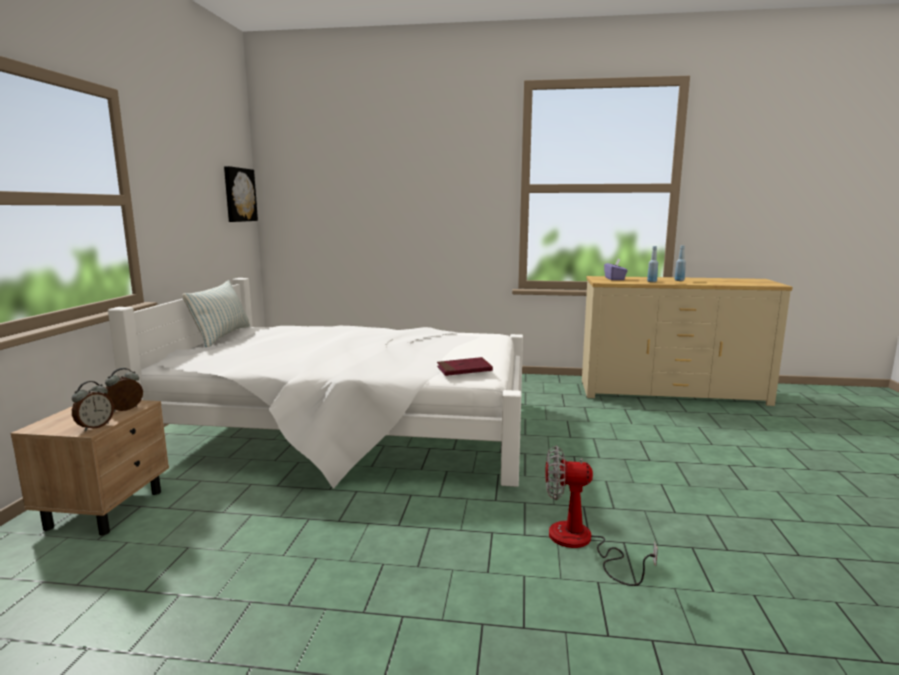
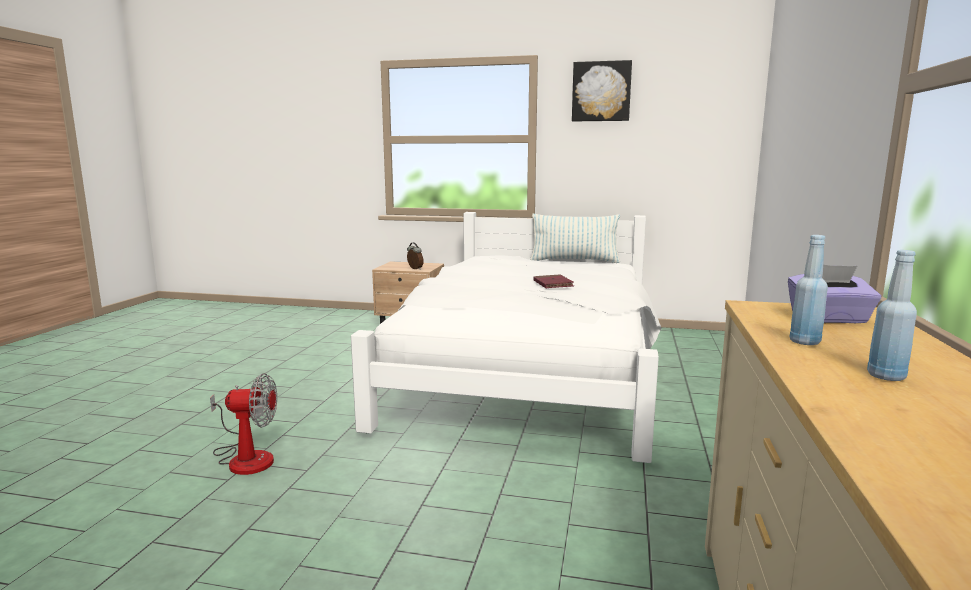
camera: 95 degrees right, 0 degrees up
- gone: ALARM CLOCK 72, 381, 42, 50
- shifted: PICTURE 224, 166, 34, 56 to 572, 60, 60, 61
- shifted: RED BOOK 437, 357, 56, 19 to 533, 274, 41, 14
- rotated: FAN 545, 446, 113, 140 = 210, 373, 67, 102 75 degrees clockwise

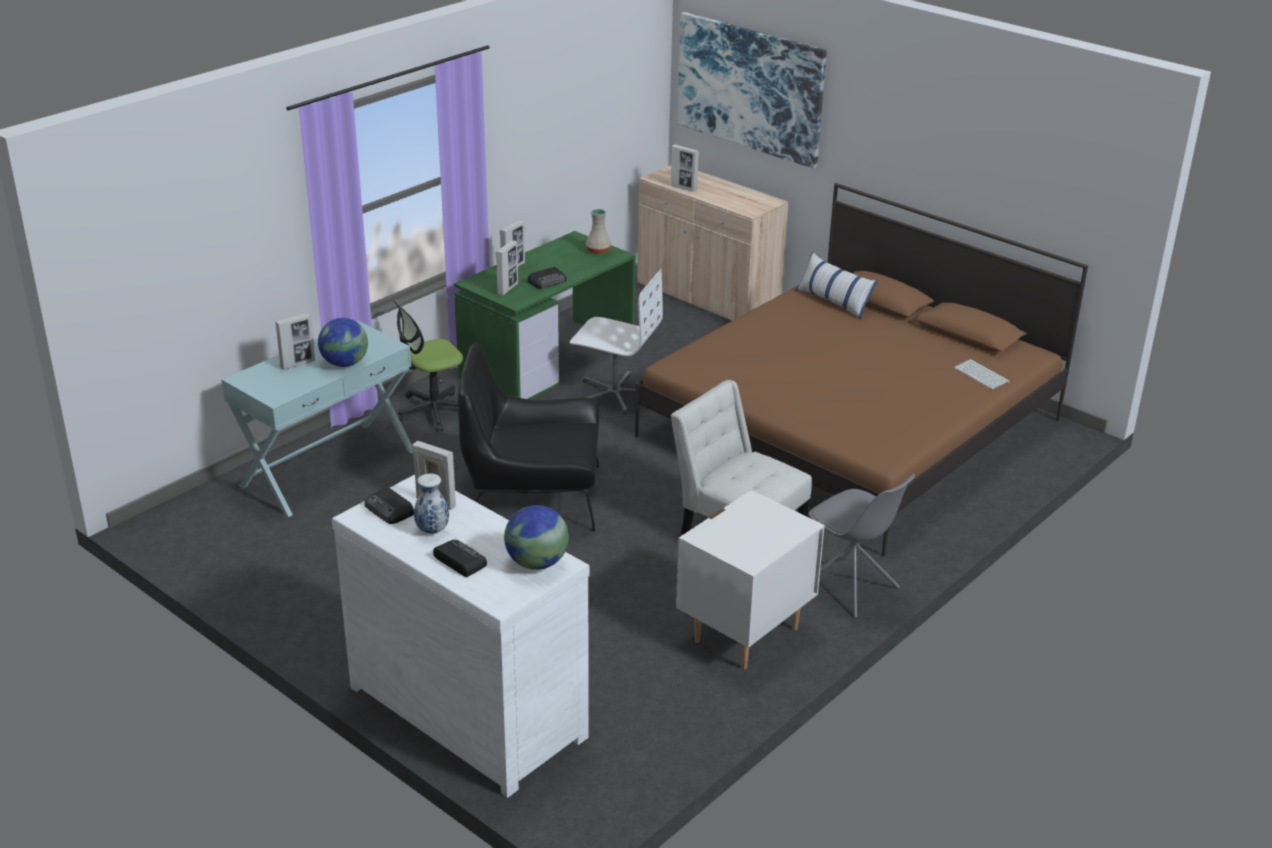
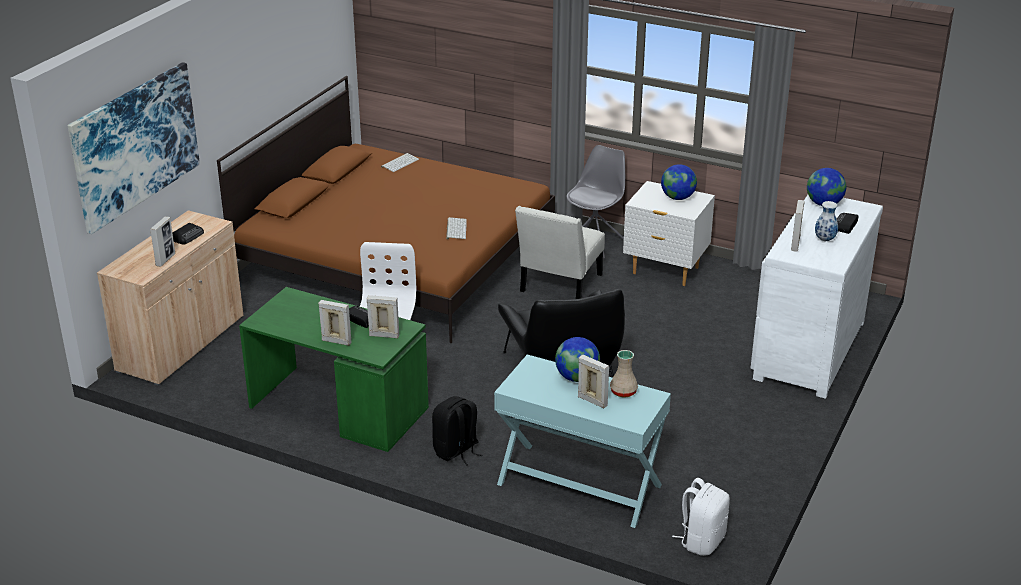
camera: 105 degrees left, 0 degrees up
- shifted: RADIO 365, 487, 49, 37 to 173, 223, 31, 22
- swapped: OFFICE CHAIR 393, 299, 70, 133 to BLACK BACKPACK 432, 396, 50, 70
- shifted: BEIGE VASE 586, 209, 25, 45 to 610, 350, 28, 48
- gone: PILLOW 796, 252, 82, 68
- new: KEYBOARD 446, 217, 21, 22
- new: GLOBE 661, 164, 36, 36
- new: WHITE BACKPACK 672, 478, 58, 78

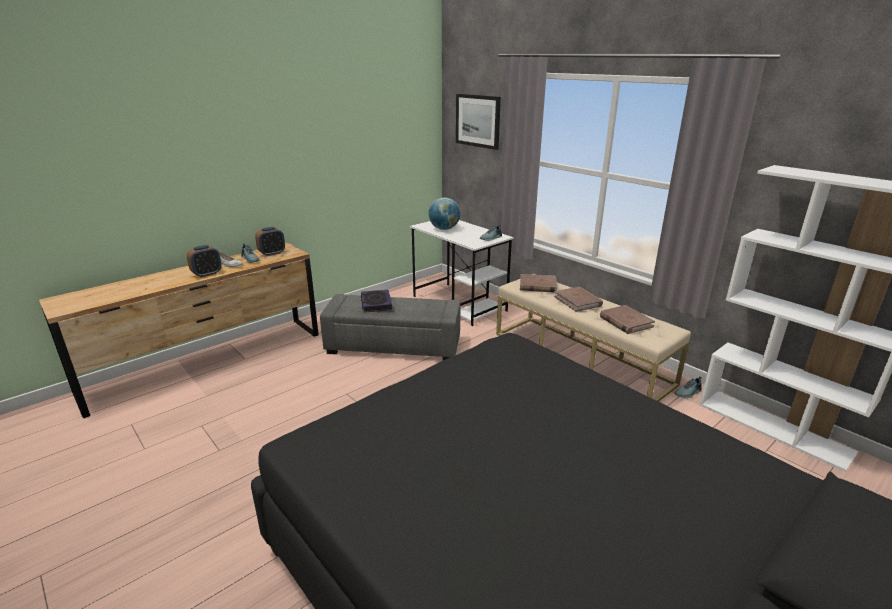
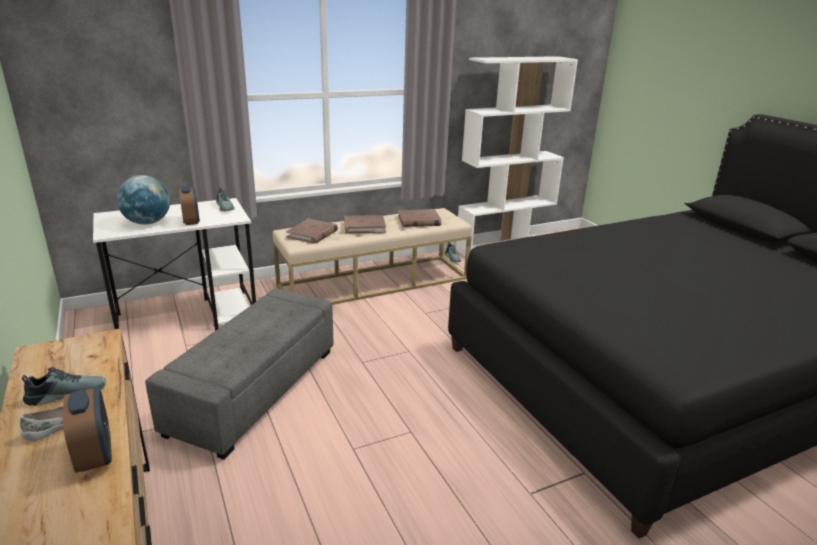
camera: 75 degrees left, 0 degrees up
- shifted: ALARM CLOCK 255, 227, 30, 29 to 179, 186, 21, 39
- gone: BOOK 361, 290, 31, 22
- gone: PICTURE 456, 94, 45, 56

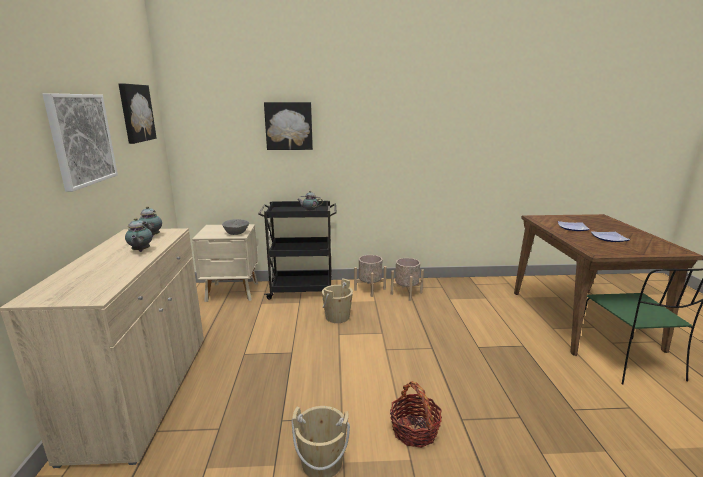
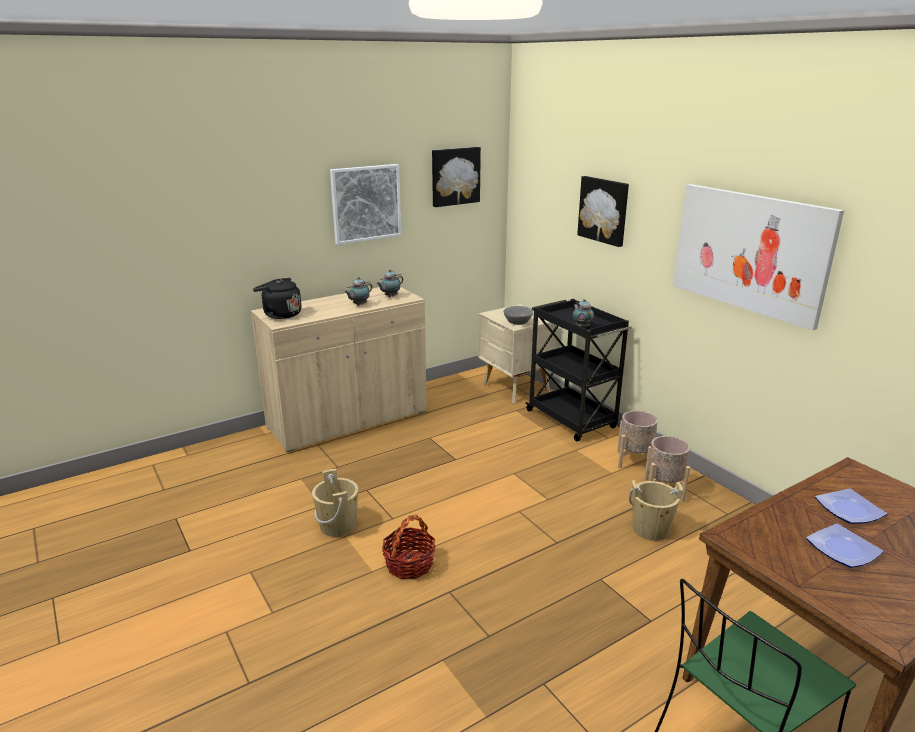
camera: 60 degrees right, 5 degrees up
- shifted: BEIGE BUCKET 322, 278, 31, 45 to 629, 480, 54, 61
- new: BLACK KETTLE 253, 278, 48, 41
- new: PICTURE 673, 184, 171, 146

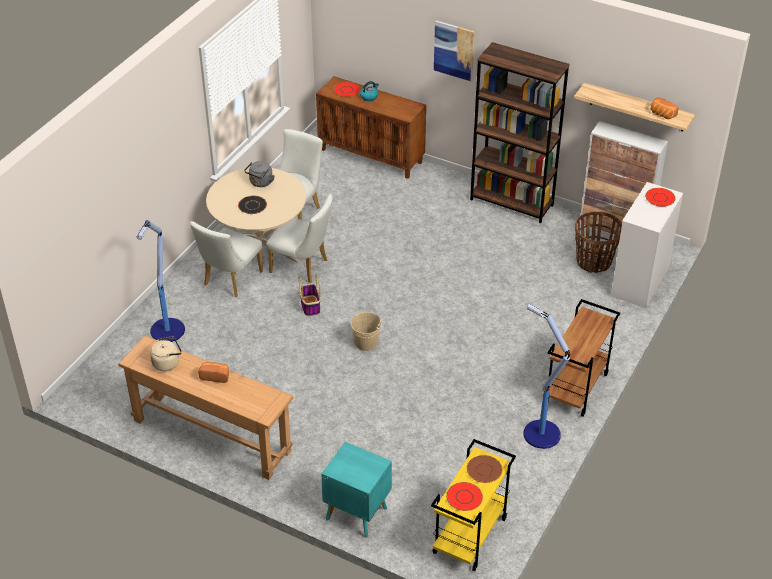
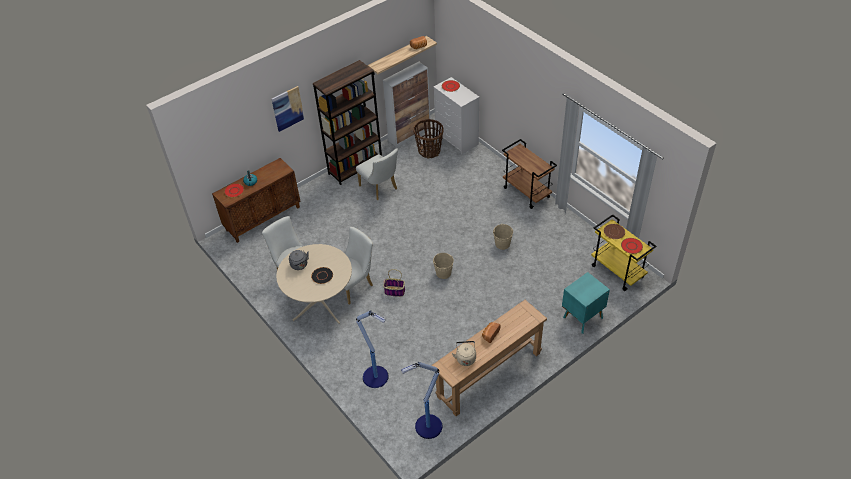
camera: 65 degrees left, 5 degrees up
- shifted: WHITE CHAIR 190, 221, 73, 76 to 356, 149, 42, 51
- shifted: FLOOR LAMP 523, 304, 47, 145 to 401, 362, 41, 77
- new: BEIGE BUCKET 493, 224, 21, 26

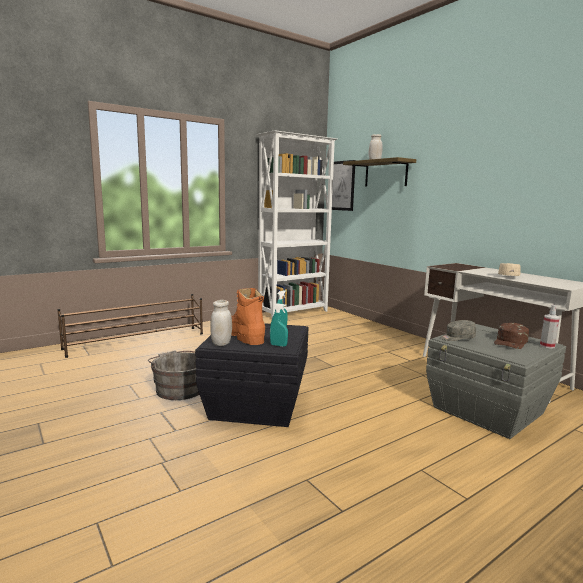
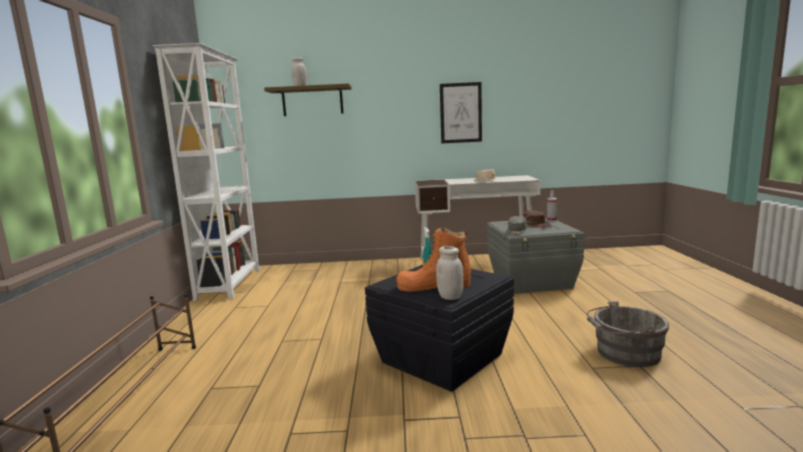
camera: 55 degrees left, 0 degrees up
- shifted: GREY BUCKET 148, 351, 51, 49 to 587, 301, 82, 66
- gone: TURQUOISE SPRAY BOTTLE 270, 303, 18, 44
- shifted: PICTURE 332, 160, 24, 51 to 440, 82, 42, 61

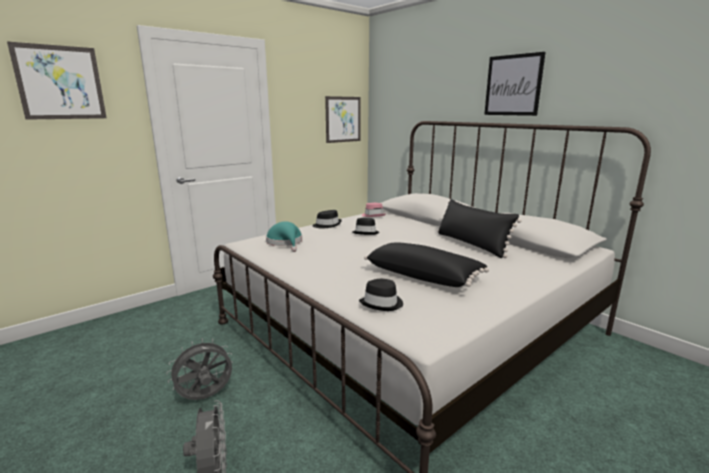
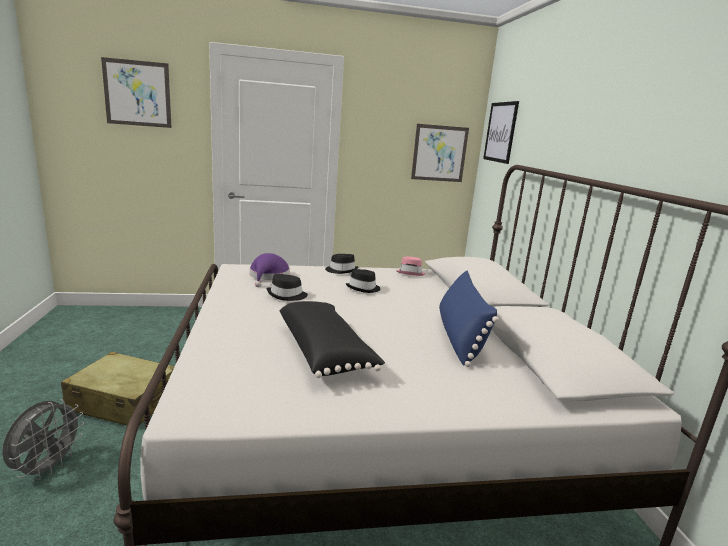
camera: 30 degrees right, 0 degrees up
- swapped: GREY FAN 166, 338, 67, 62 to BEIGE SUITCASE 61, 352, 114, 74
- repainted: TURQUOISE HAT 266, 221, 36, 31 to PURPLE HAT 250, 253, 40, 34
- shifted: BLACK HAT 359, 279, 44, 32 to 266, 274, 42, 27
- repainted: BLACK PILLOW 437, 199, 84, 59 to BLUE PILLOW 439, 270, 60, 97
- shifted: PICTURE 484, 52, 62, 64 to 483, 101, 36, 63

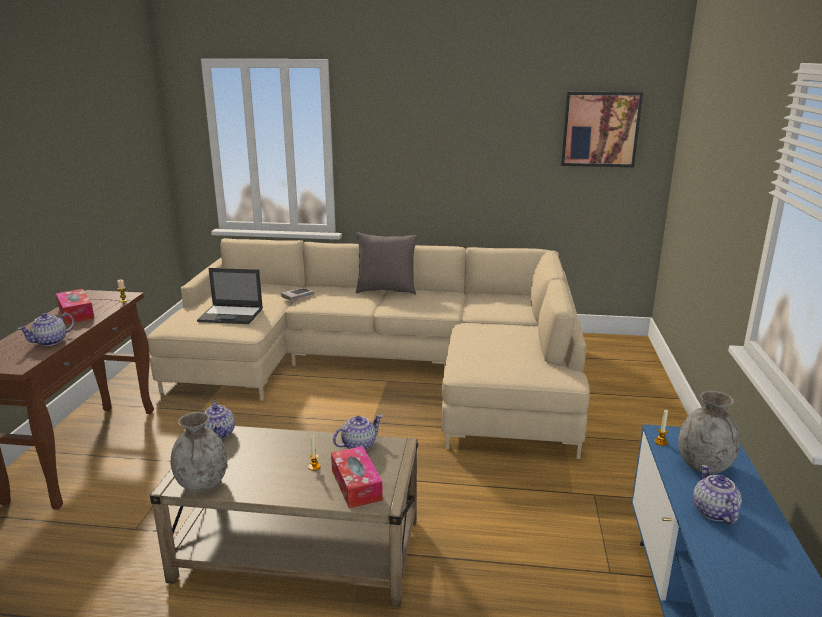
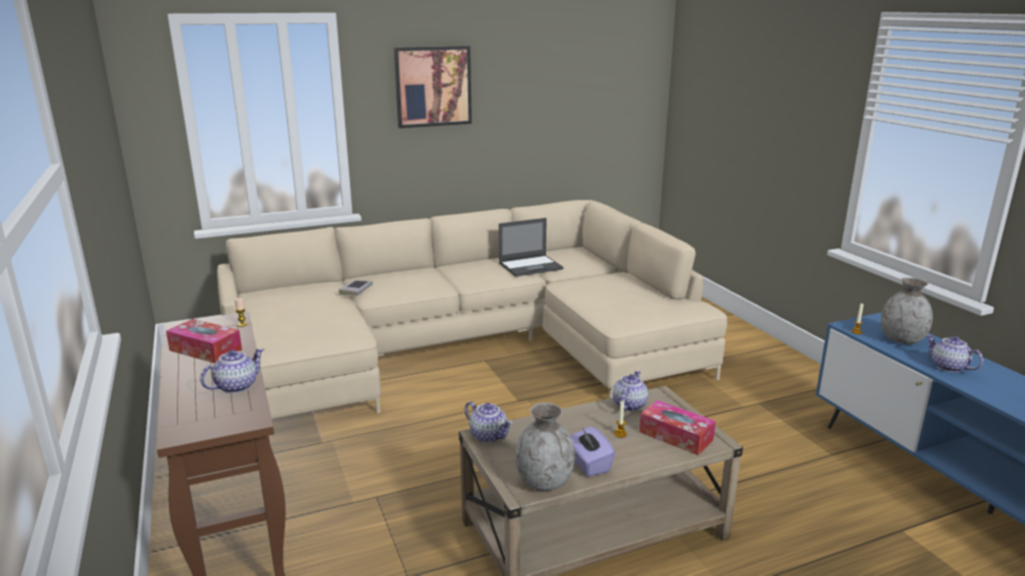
camera: 30 degrees left, 0 degrees up
- rotated: TEAPOT 18, 313, 57, 33 = 200, 348, 64, 45 150 degrees counterclockwise
- shifted: LAPTOP 197, 268, 66, 56 to 499, 218, 65, 59
- gone: GREY PILLOW 356, 233, 62, 62
- shifted: PICTURE 561, 92, 82, 75 to 394, 46, 78, 82
- new: PURPLE TISSUE BOX 570, 426, 45, 51

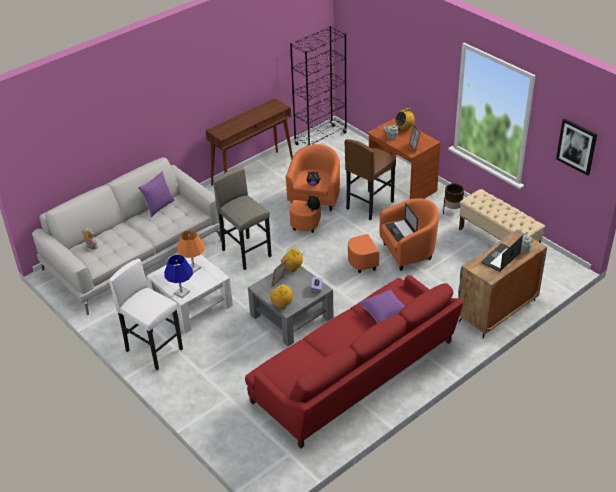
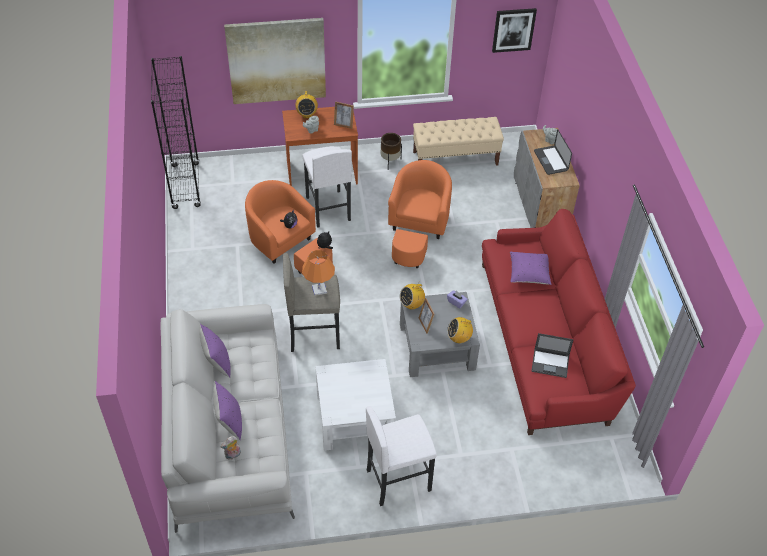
camera: 60 degrees left, 10 degrees up
- gone: BLUE TABLE LAMP 164, 255, 29, 43
- shifted: ORANGE TABLE LAMP 177, 230, 28, 43 to 302, 250, 33, 46
- gone: BROWN CONSOLE TABLE 206, 98, 87, 88
- repainted: BROWN STOOL 345, 139, 51, 81 to WHITE STOOL 302, 146, 50, 82
- shifted: LAPTOP 385, 202, 33, 40 to 531, 333, 43, 45
- new: PURPLE PILLOW 213, 381, 29, 59
- new: PICTURE 224, 18, 102, 86

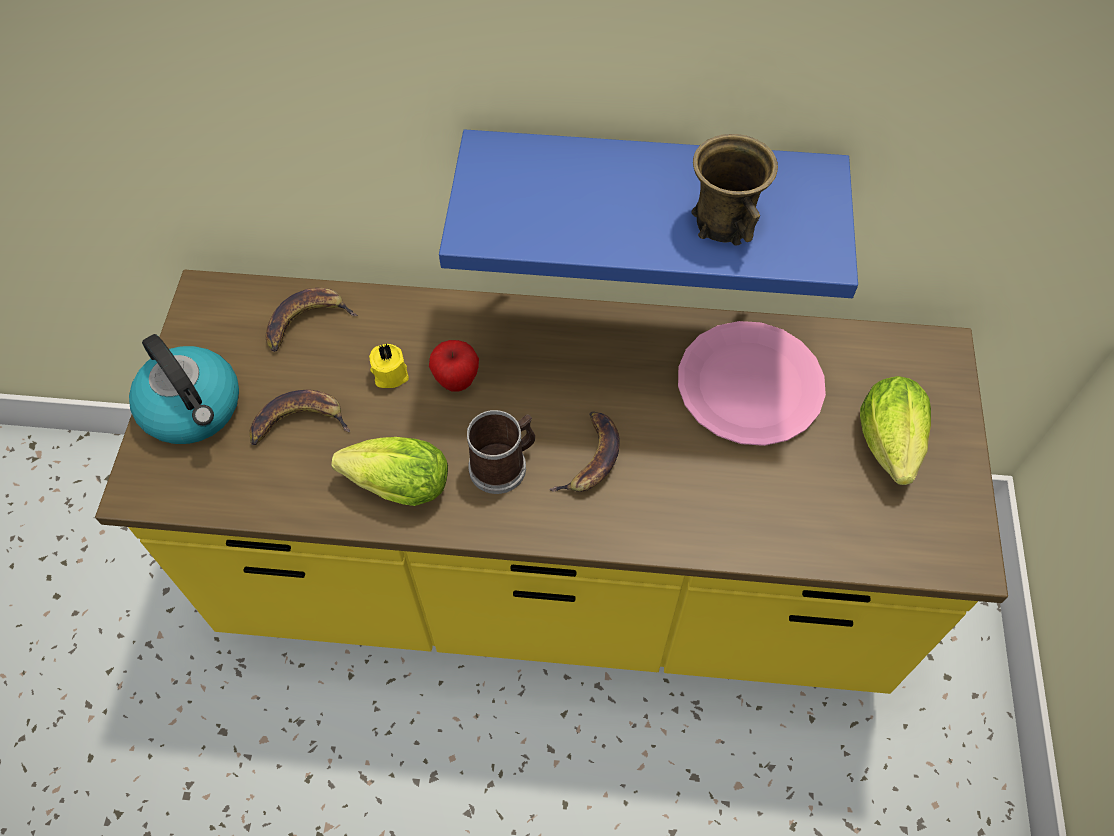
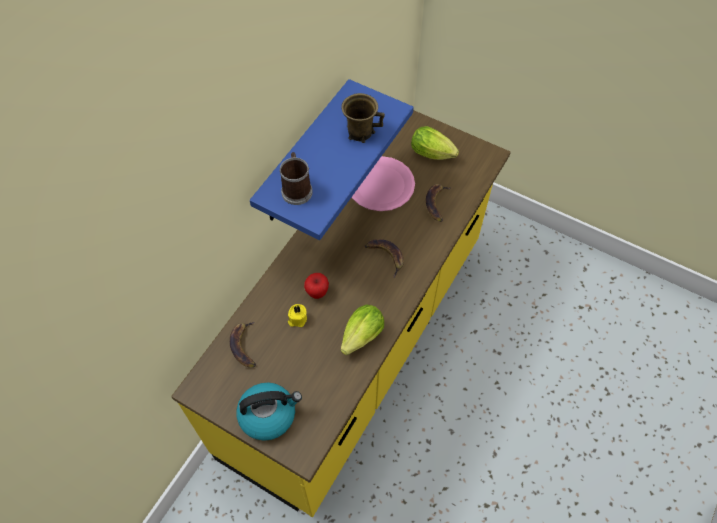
camera: 65 degrees left, 0 degrees up
- shifted: BANANA 249, 390, 101, 55 to 426, 184, 24, 38
- shifted: MUG 467, 410, 68, 84 to 279, 152, 34, 53

